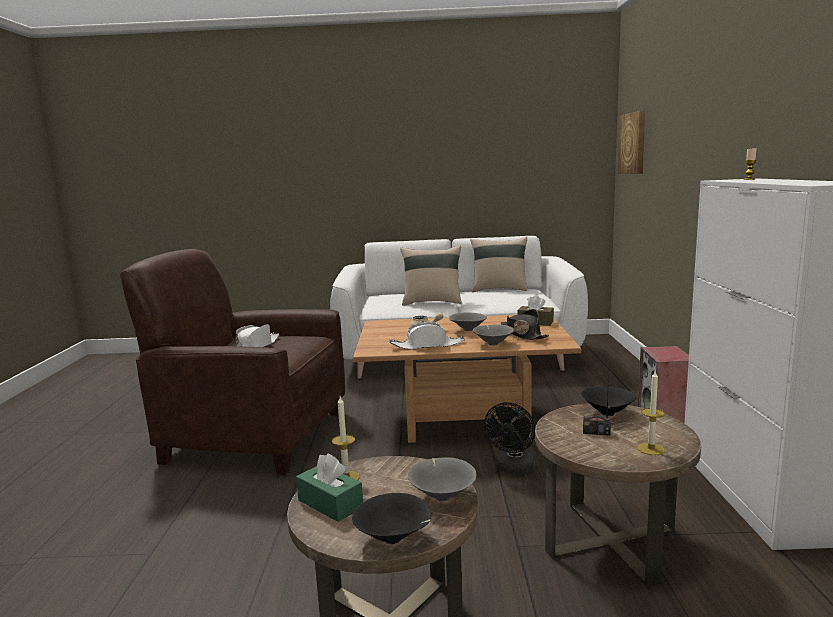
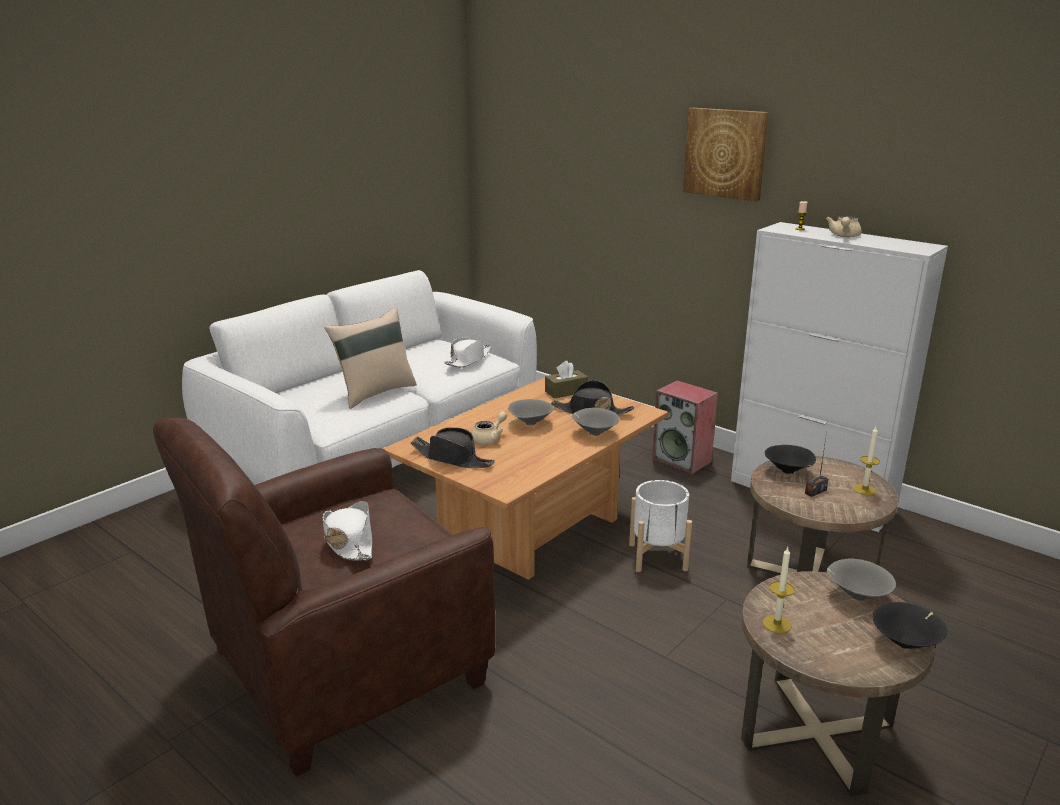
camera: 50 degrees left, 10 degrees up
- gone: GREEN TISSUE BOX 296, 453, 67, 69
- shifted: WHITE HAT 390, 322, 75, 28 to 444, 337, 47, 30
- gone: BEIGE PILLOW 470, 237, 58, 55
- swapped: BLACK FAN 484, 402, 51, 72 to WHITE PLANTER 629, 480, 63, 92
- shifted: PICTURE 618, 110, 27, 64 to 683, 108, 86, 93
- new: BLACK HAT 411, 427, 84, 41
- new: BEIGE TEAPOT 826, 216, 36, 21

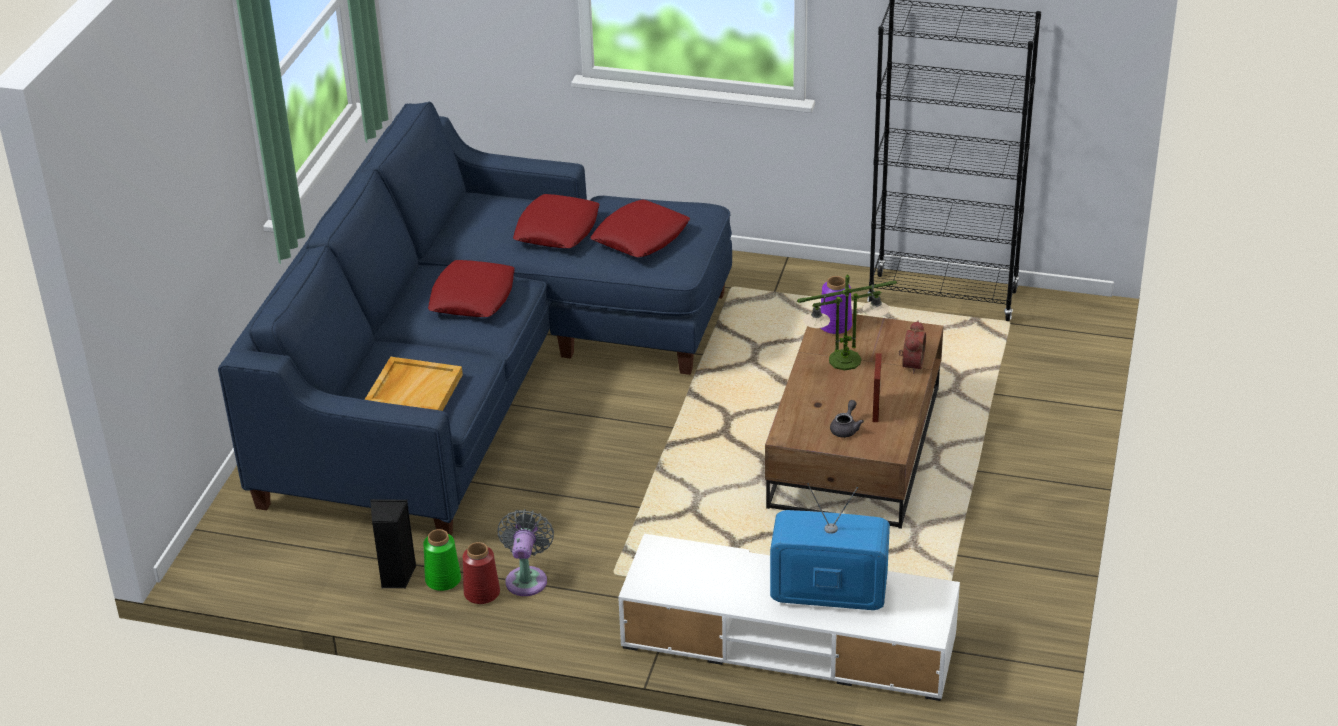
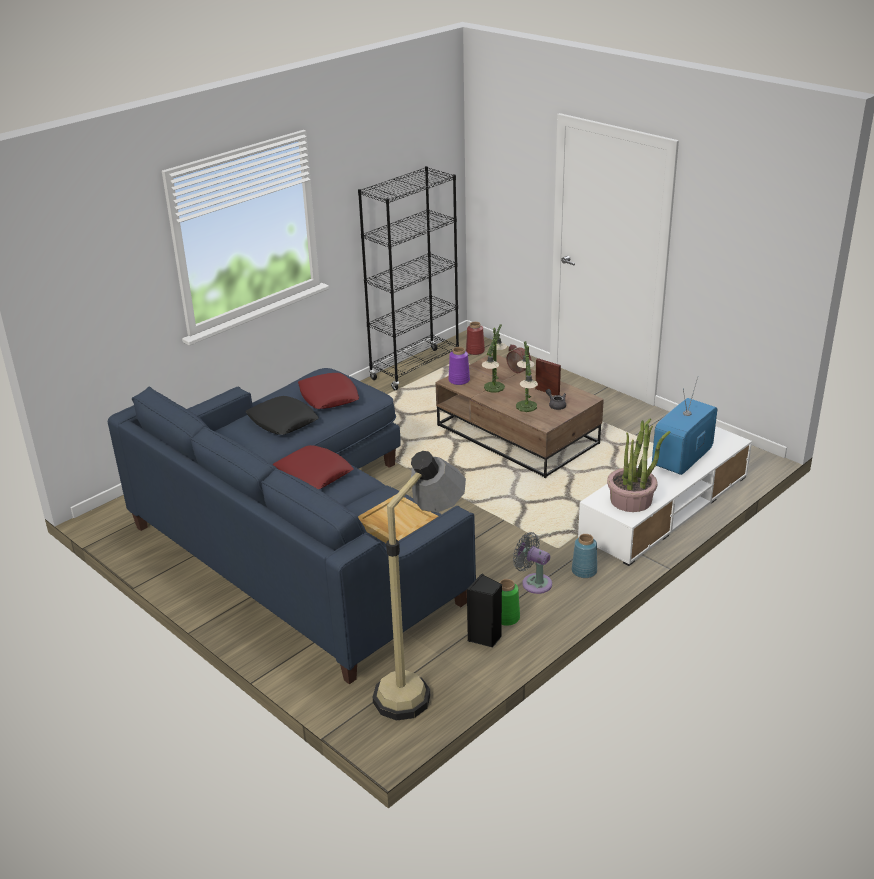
camera: 60 degrees left, 5 degrees down
- shifted: RED VASE 463, 542, 37, 62 to 466, 322, 19, 33
- repainted: RED PILLOW 513, 194, 86, 54 to BLACK PILLOW 245, 396, 74, 39
- new: FLOOR LAMP 373, 451, 93, 270
- new: TABLE LAMP 516, 341, 22, 71
- new: BLUE VASE 572, 534, 25, 44
- new: POTTED PLANT 607, 418, 63, 94

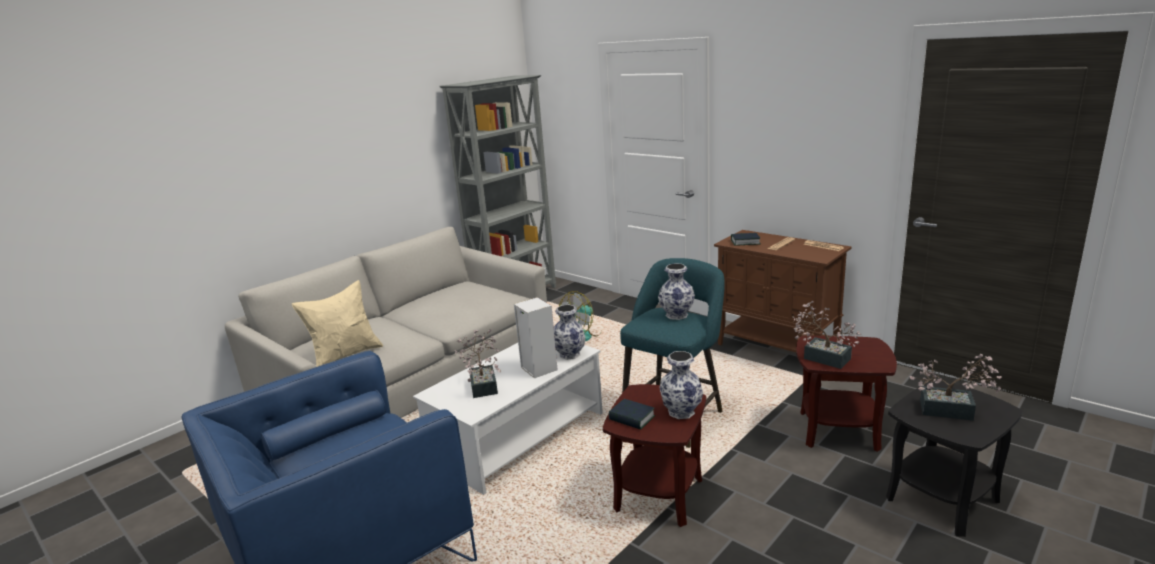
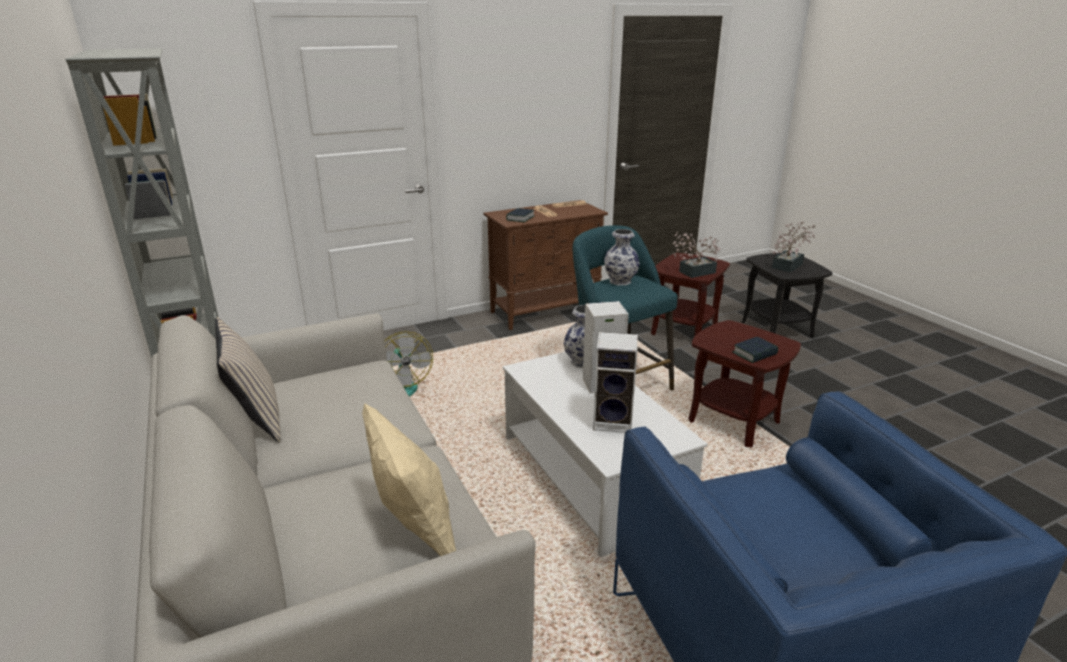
camera: 70 degrees left, 5 degrees up
- swapped: POTTED PLANT 455, 329, 46, 69 to SPEAKER 593, 332, 45, 101
- gone: VASE 659, 351, 44, 68
- new: BEIGE PILLOW 215, 317, 66, 125

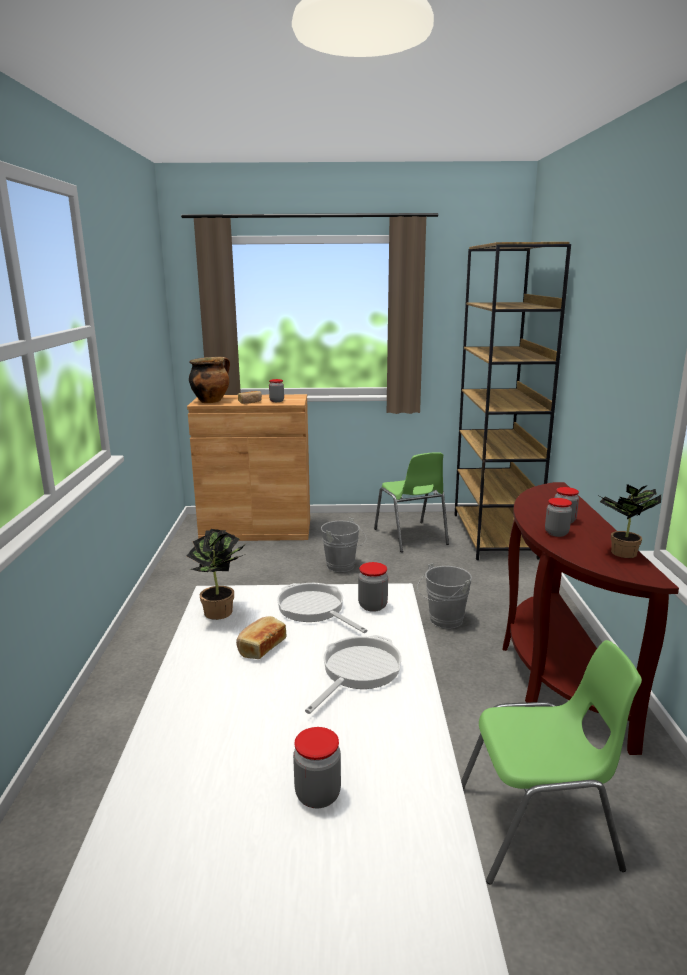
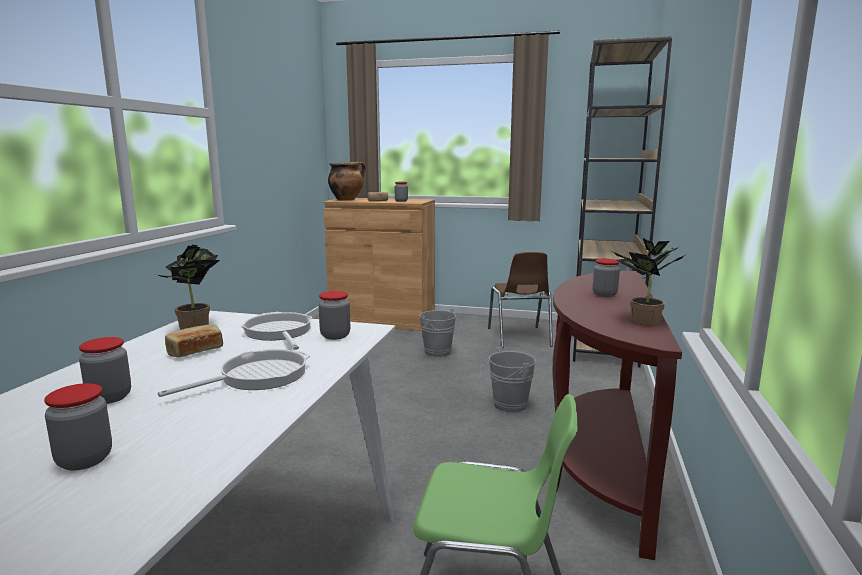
camera: 15 degrees right, 5 degrees down
- repainted: GREEN CHAIR 374, 452, 75, 100 to BROWN CHAIR 488, 252, 65, 96
- shifted: JAR 545, 498, 27, 39 to 79, 337, 52, 67

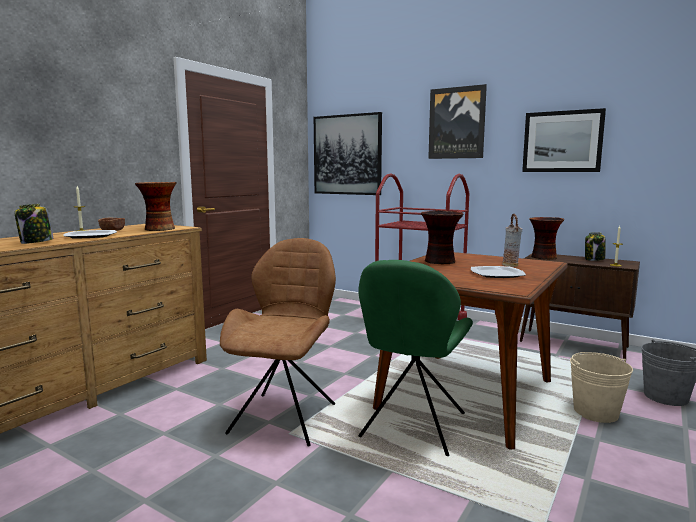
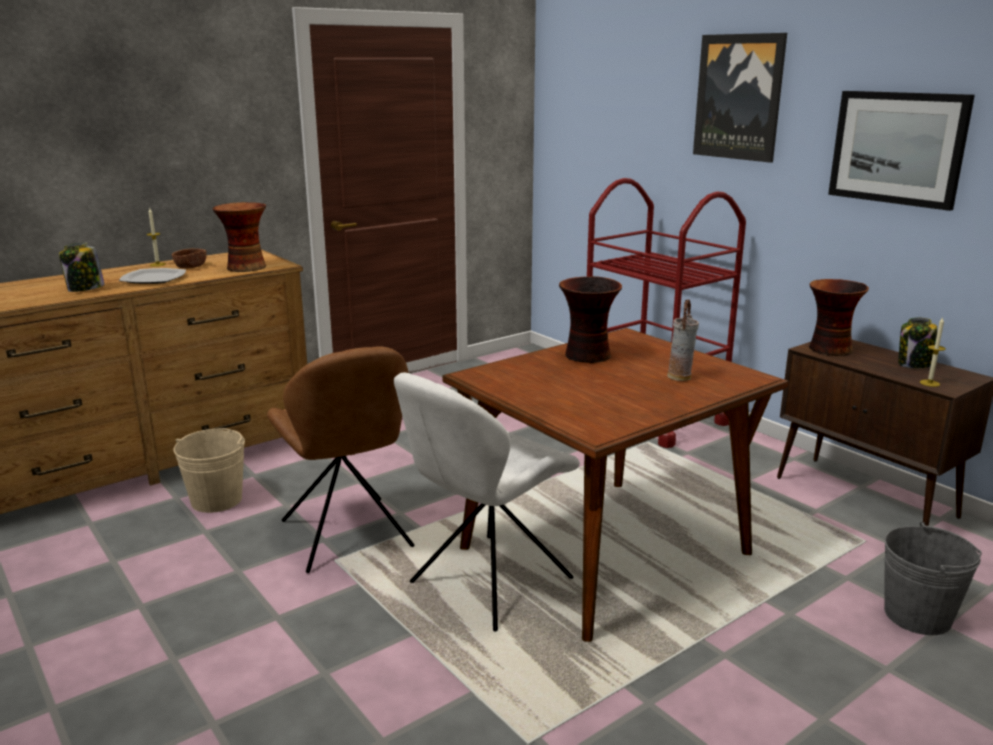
camera: 20 degrees right, 10 degrees up
- rotated: BROWN CHAIR 220, 238, 116, 208 = 267, 346, 148, 227 120 degrees clockwise
- gone: PICTURE 314, 112, 68, 83
- repainted: GREEN CHAIR 358, 260, 115, 196 to WHITE CHAIR 394, 372, 186, 259
- gone: PLATE 471, 266, 55, 12
- shifted: BEIGE BUCKET 570, 352, 63, 71 to 173, 428, 72, 85

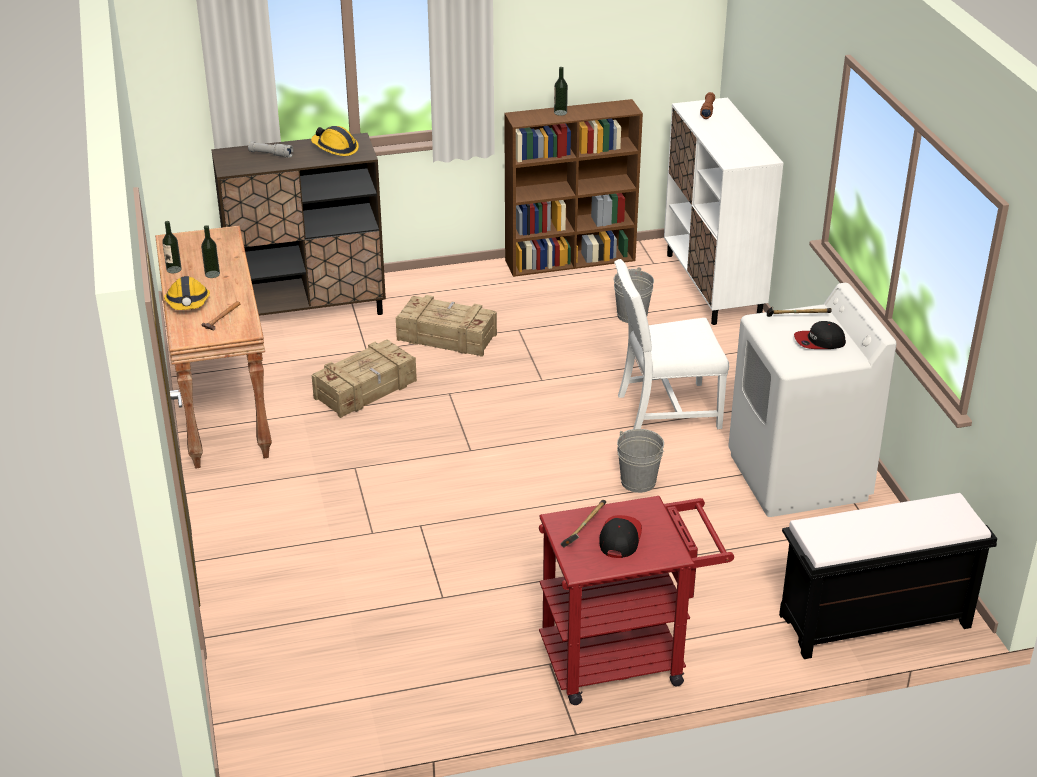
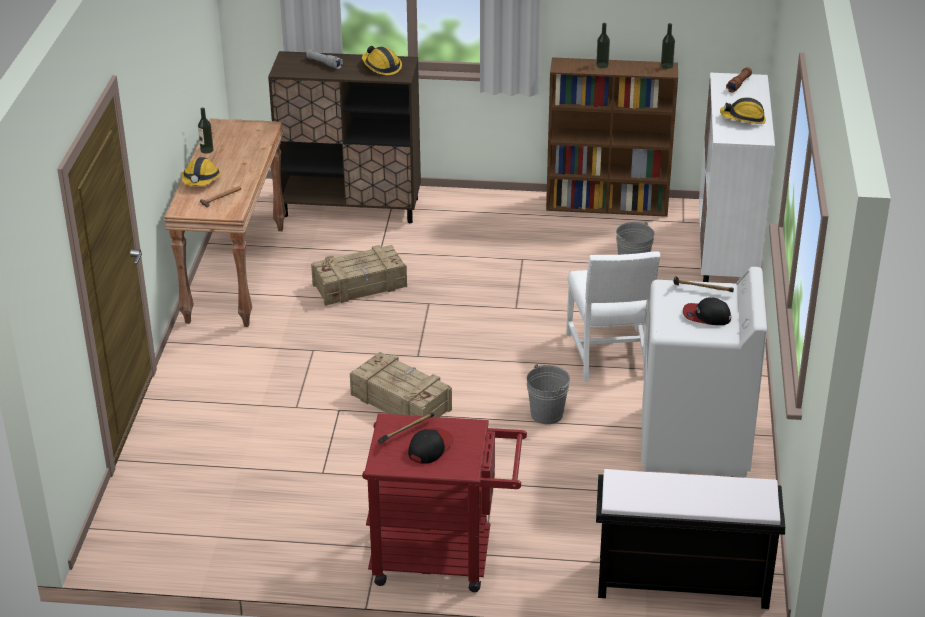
camera: 20 degrees right, 0 degrees up
- shifted: BOTTLE 201, 225, 19, 53 to 661, 23, 14, 46
- shifted: CRATE 396, 295, 101, 62 to 350, 352, 102, 65
- rotated: WHITE CHAIR 614, 259, 115, 170 = 566, 251, 94, 131 105 degrees counterclockwise
- new: HARD HAT 720, 97, 46, 27

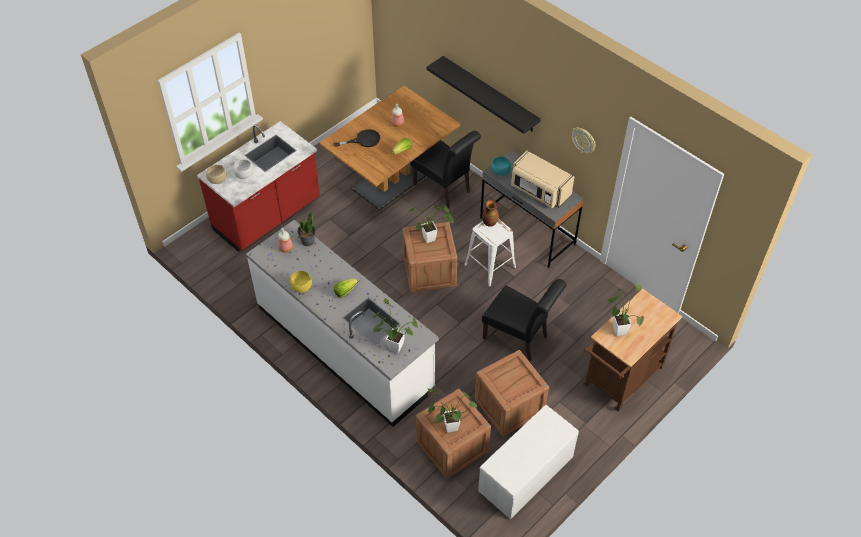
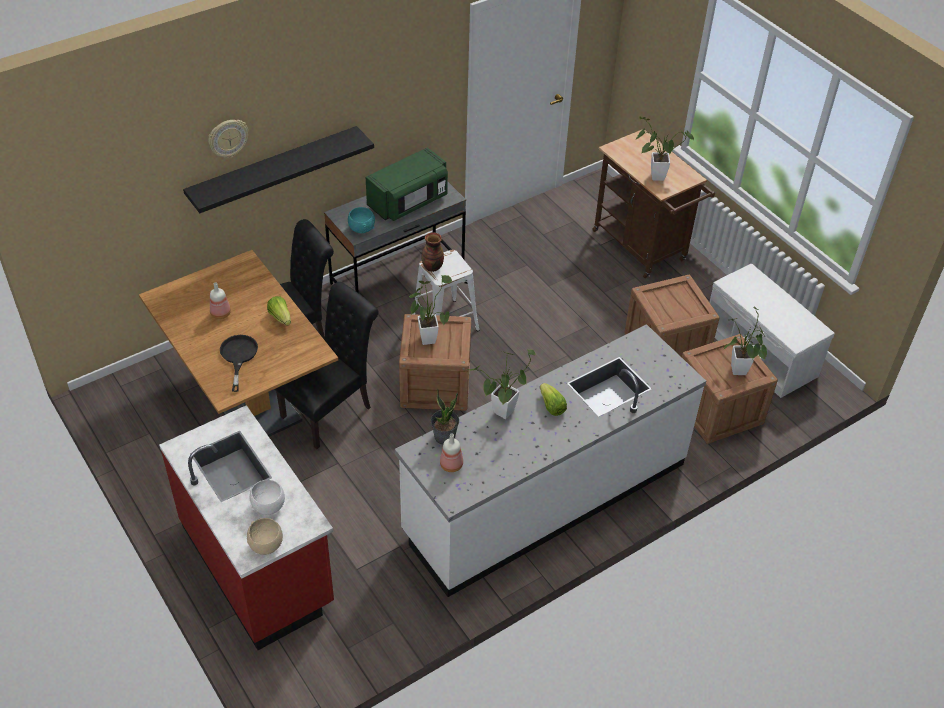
camera: 80 degrees left, 5 degrees down
- gone: YELLOW BOWL 290, 271, 22, 22
- shifted: POTTED PLANT 372, 298, 46, 55 to 464, 349, 72, 70
- shifted: BLACK CHAIR 482, 279, 85, 82 to 275, 282, 104, 167
- repainted: BEIGE MICROWAVE 511, 151, 63, 57 to GREEN MICROWAVE 366, 147, 82, 74
- shifted: WALL CLOCK 571, 127, 25, 27 to 208, 120, 40, 38

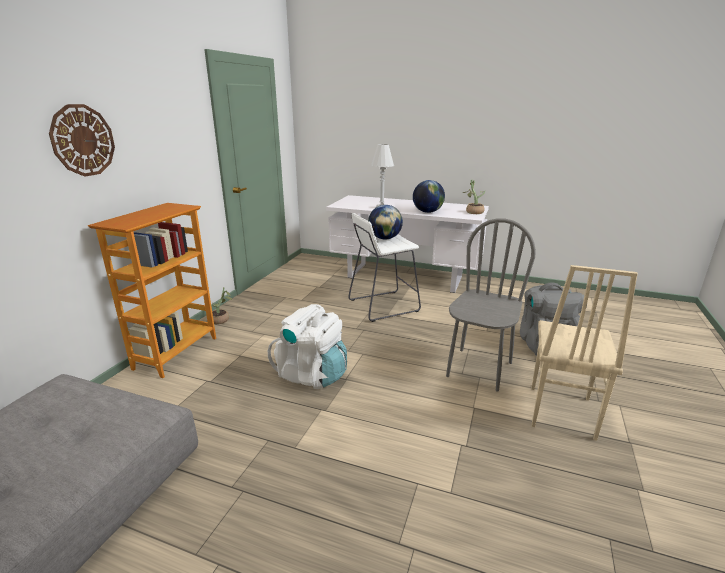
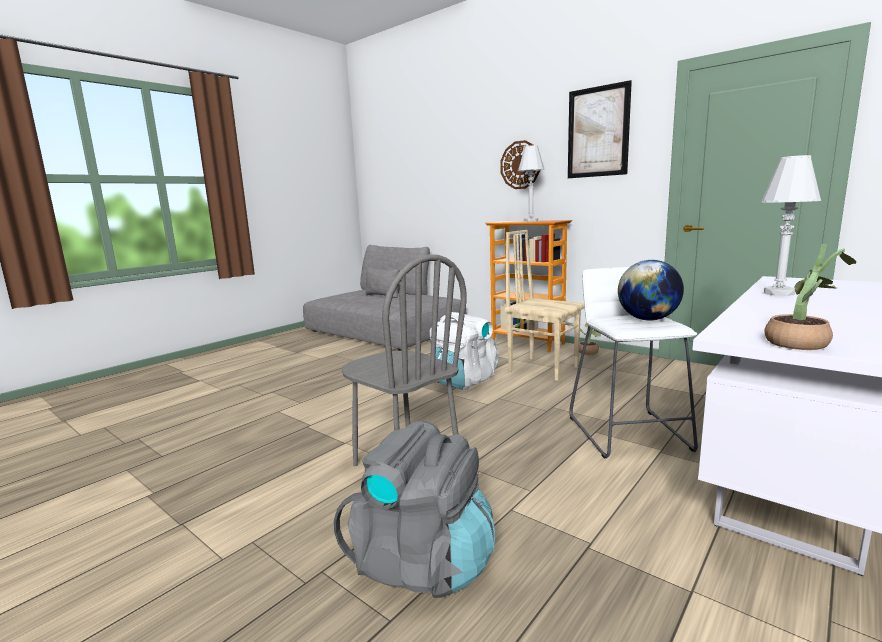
camera: 110 degrees right, 10 degrees down
- gone: GLOBE 413, 180, 32, 33
- shifted: BEIGE CHAIR 531, 265, 107, 176 to 505, 230, 80, 151
- new: WHITE TABLE LAMP 518, 145, 27, 76
- new: PICTURE 568, 80, 64, 98

